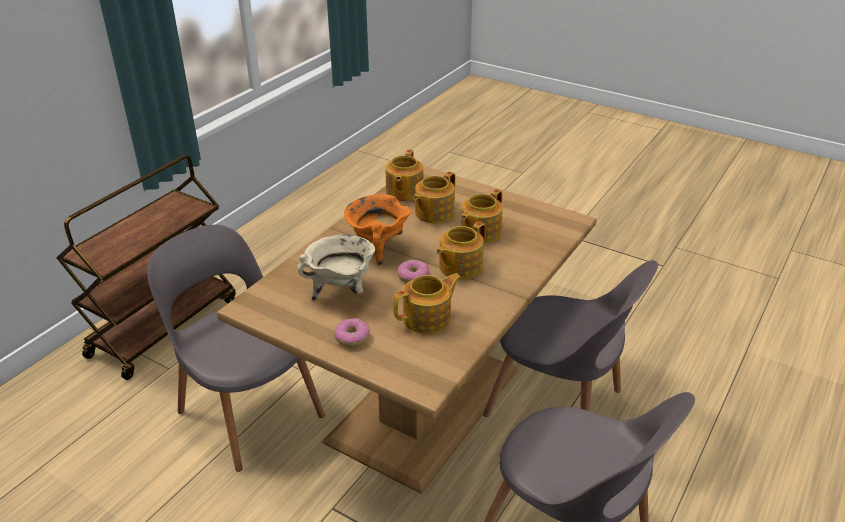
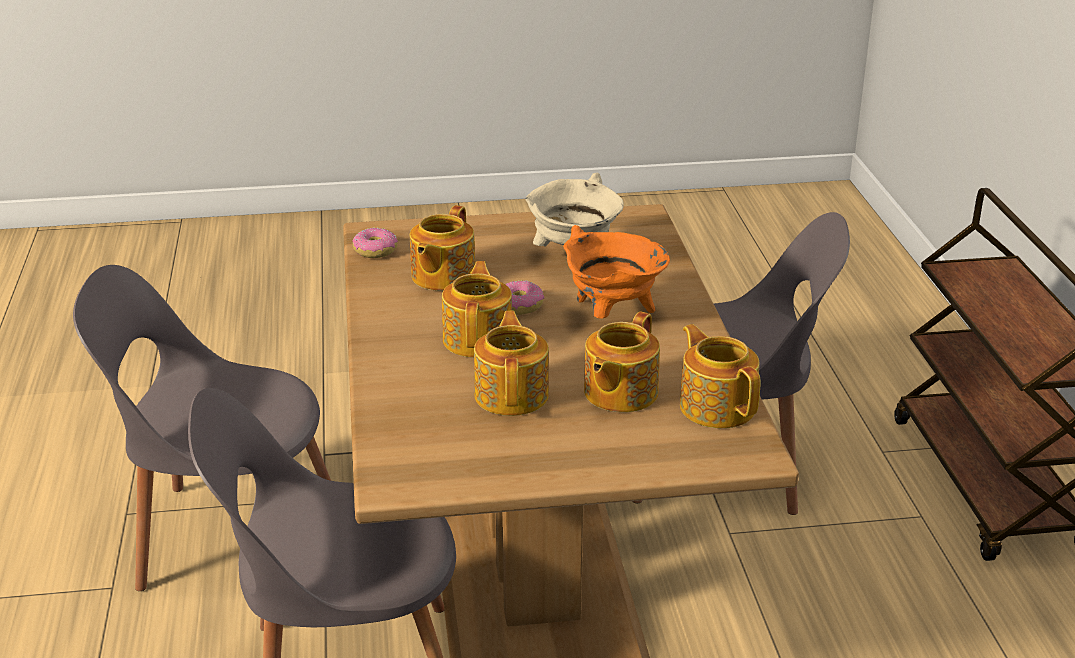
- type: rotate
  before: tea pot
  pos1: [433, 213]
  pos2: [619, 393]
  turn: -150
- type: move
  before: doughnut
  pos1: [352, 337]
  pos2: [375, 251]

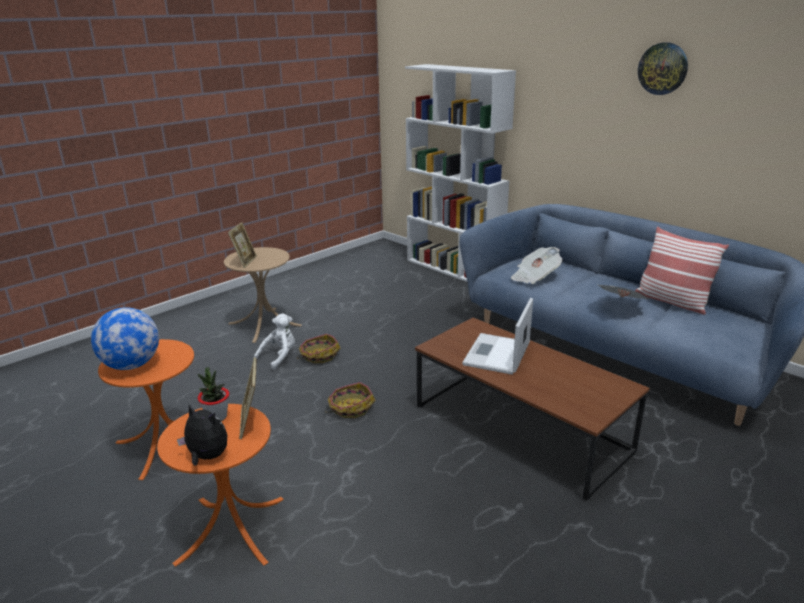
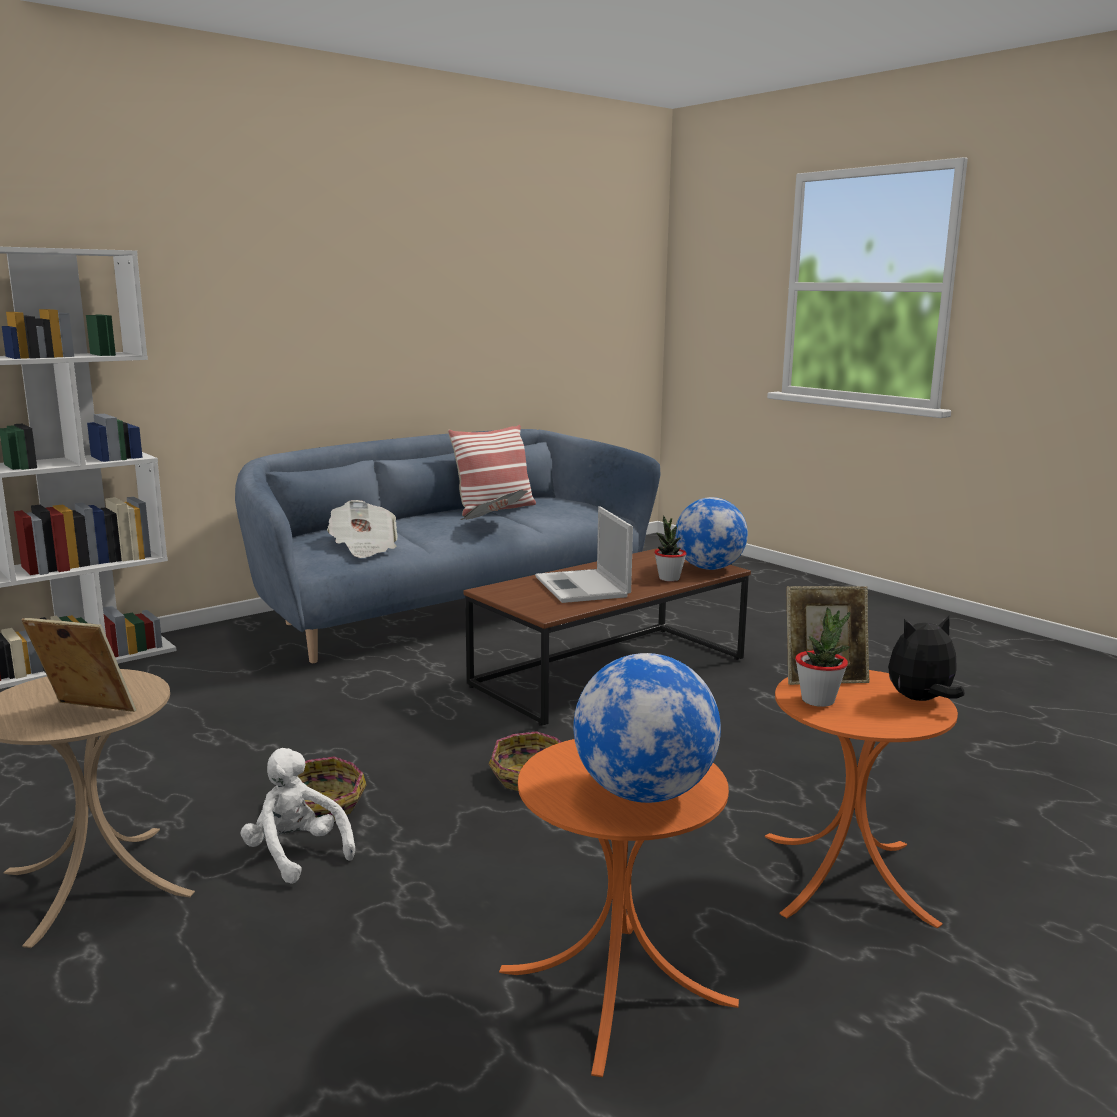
- type: delete
  before: clock on the wall
  pos1: [662, 68]
- type: rotate
  before: laptop
  pos1: [496, 355]
  pos2: [583, 587]
  turn: 45
- type: rotate
  before: cuddly toy
  pos1: [207, 457]
  pos2: [921, 700]
  turn: 45
- type: insert
  after: desk globe
  pos2: [709, 568]
- type: insert
  after: potted plant
  pos2: [669, 578]

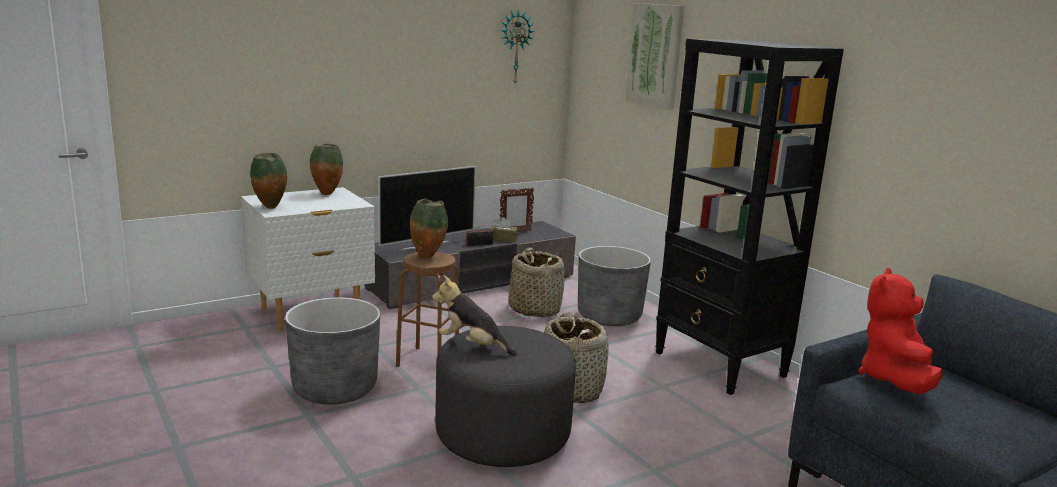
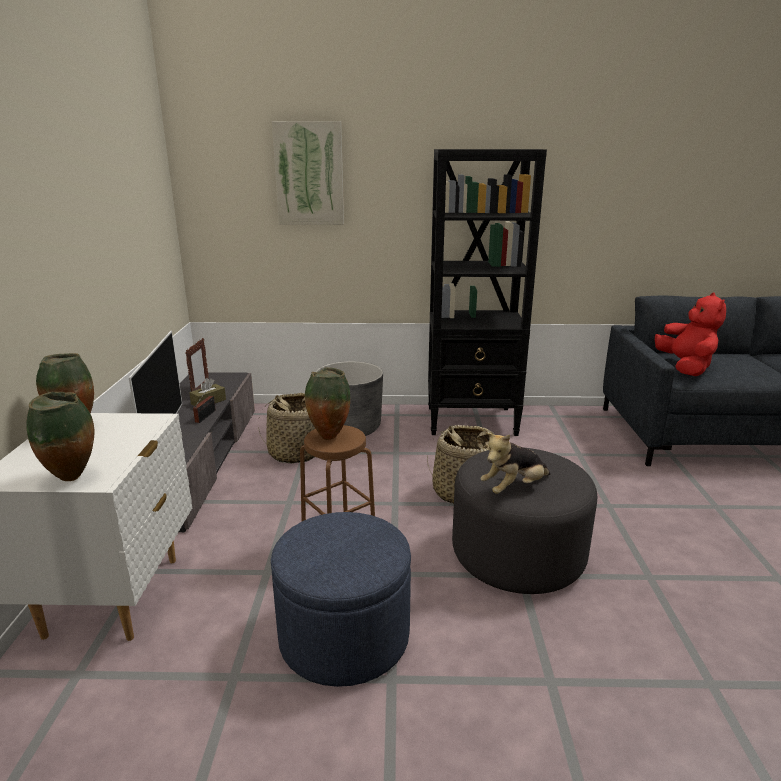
- type: delete
  before: clock on the wall
  pos1: [515, 47]
- type: rotate
  before: reddish cuddly toy
  pos1: [895, 381]
  pos2: [685, 367]
  turn: -150
- type: replace
  before: gray flower pot
  after: bluish ottoman
  pos1: [335, 389]
  pos2: [344, 636]

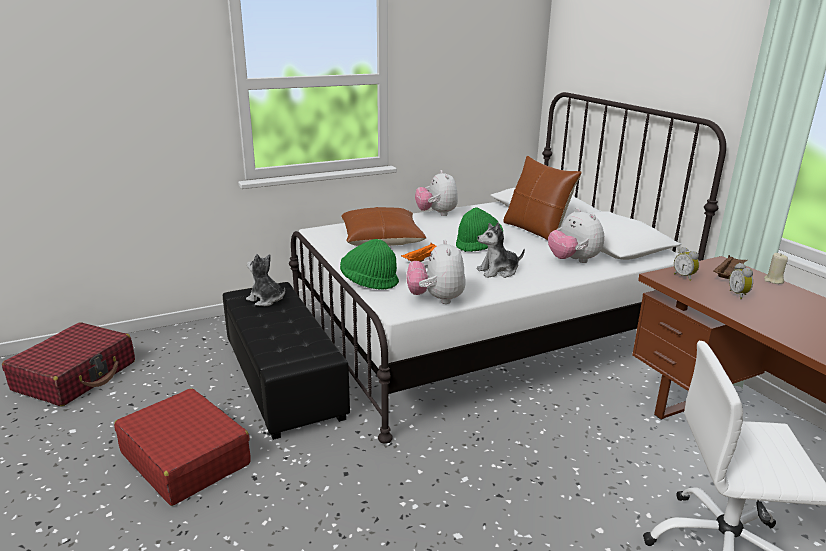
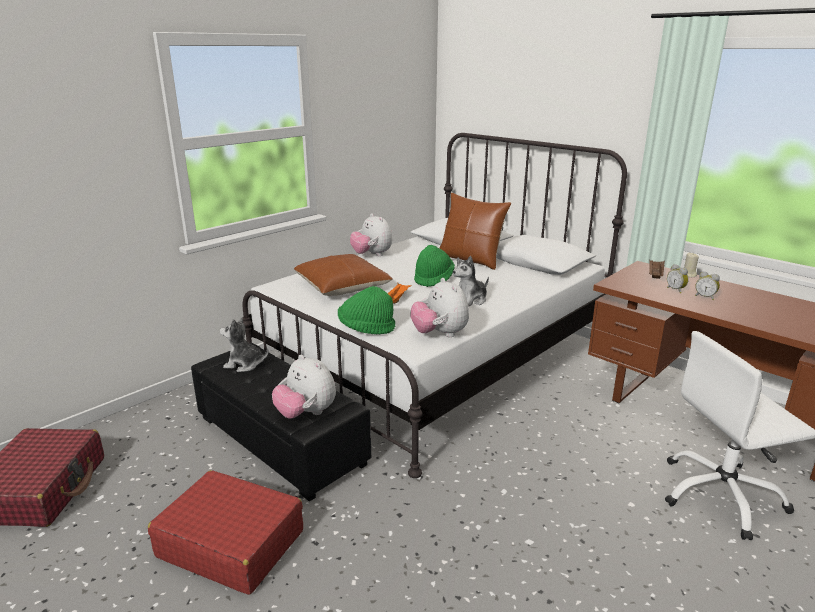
- type: move
  before: cuddly toy
  pos1: [573, 261]
  pos2: [306, 413]
- type: move
  before: alarm clock
  pos1: [684, 276]
  pos2: [705, 297]

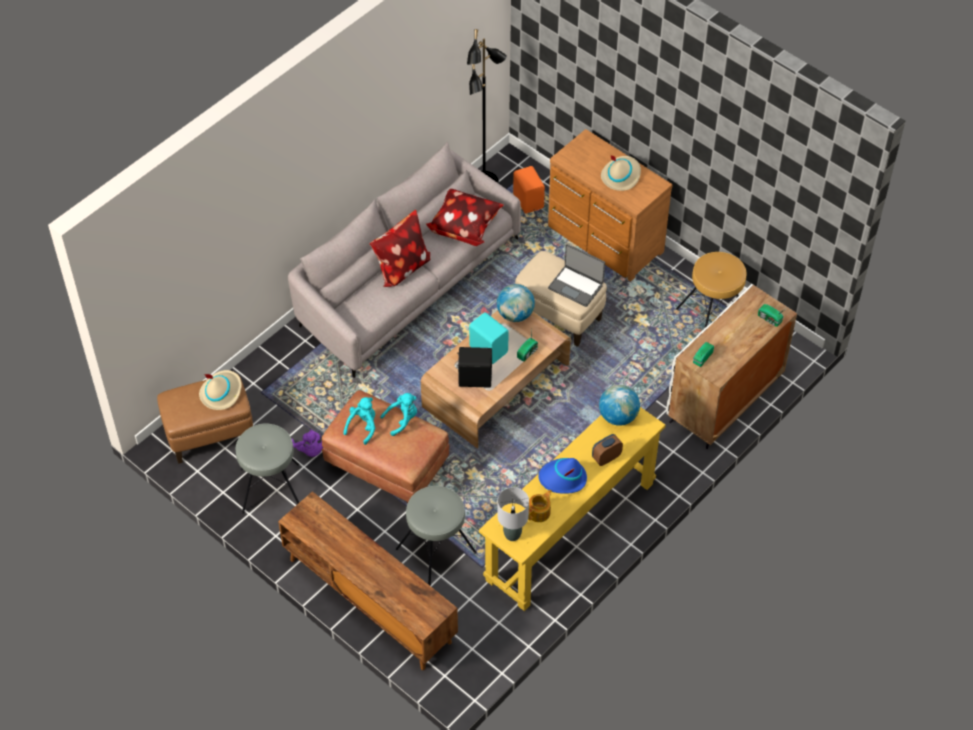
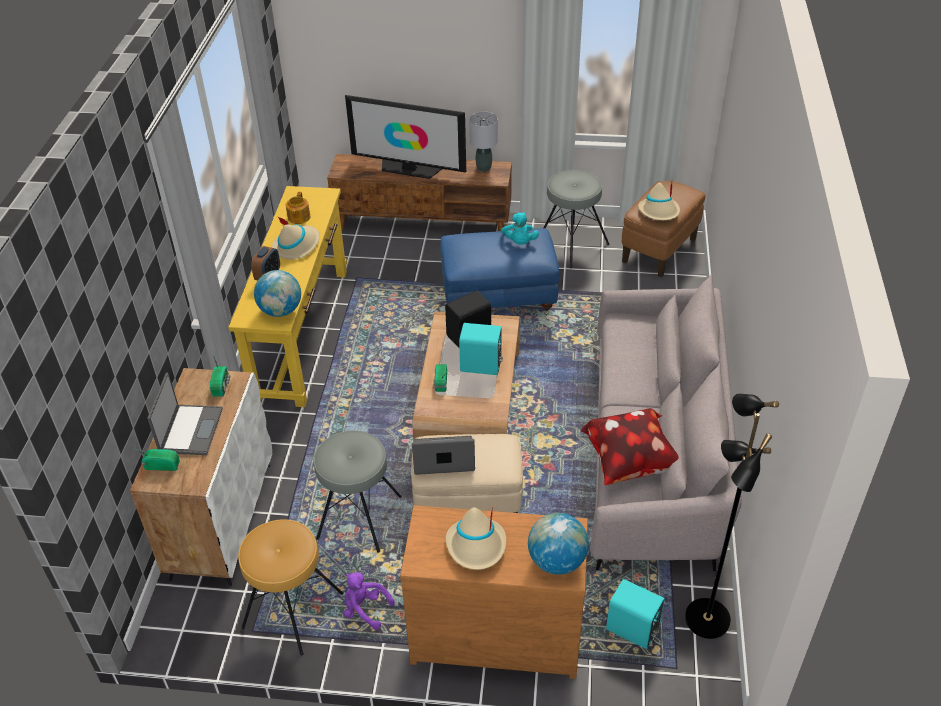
- type: recolor
  before: orange loudspeaker
  after: blue-green loudspeaker
  pos1: [529, 200]
  pos2: [632, 630]
- type: delete
  before: pillow
  pos1: [401, 268]
- type: move
  before: desk globe
  pos1: [515, 314]
  pos2: [556, 561]
- type: recolor
  before: brown ottoman
  after: bluish ottoman
  pos1: [386, 468]
  pos2: [499, 299]
- type: delete
  before: blue-green cuddly toy
  pos1: [402, 420]
- type: move
  before: purplish cuddly toy
  pos1: [310, 450]
  pos2: [365, 609]
- type: recolor
  before: bluish hat
  after: sand-coloured hat
  pos1: [562, 478]
  pos2: [297, 246]
- type: move
  before: gray stool seat
  pos1: [436, 551]
  pos2: [359, 517]
- type: move
  before: gray table lamp
  pos1: [512, 534]
  pos2: [484, 168]
- type: insert
  after: television
  pos2: [409, 169]
- type: insert
  after: laptop
  pos2: [190, 430]

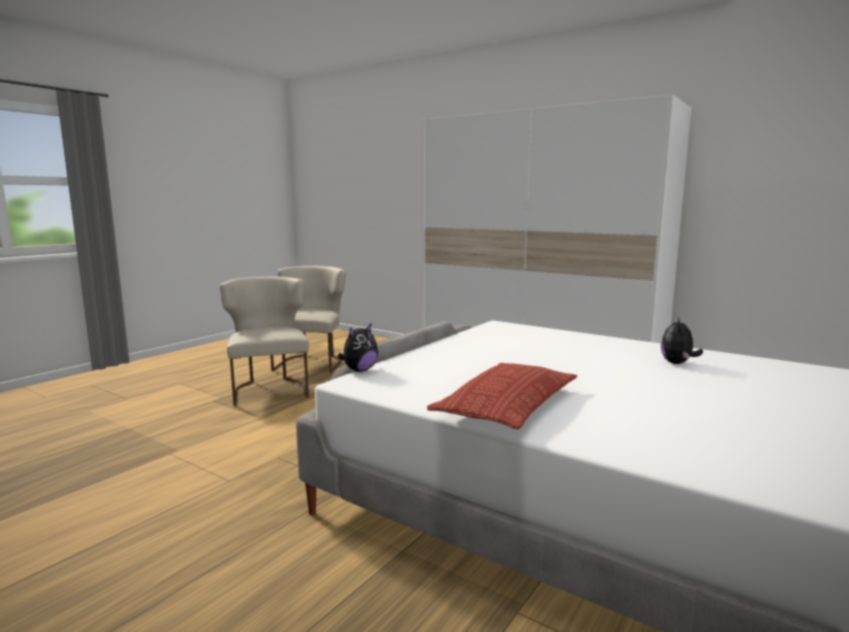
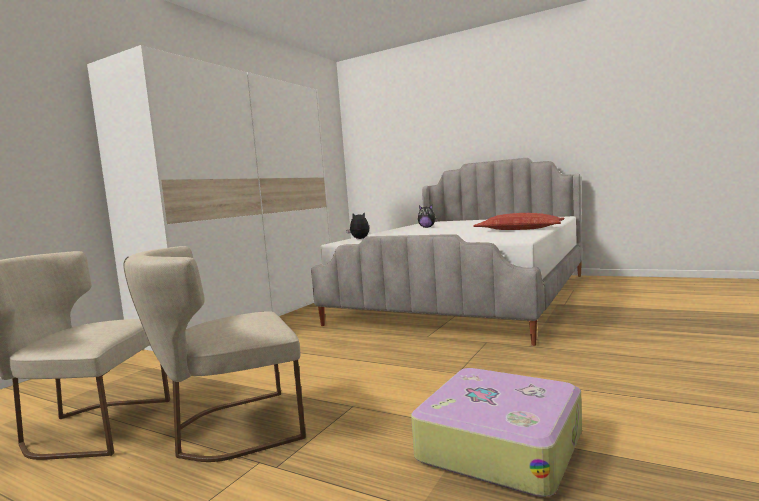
- type: move
  before: cuddly toy
  pos1: [359, 370]
  pos2: [359, 239]
- type: insert
  after: piece of luggage
  pos2: [499, 445]

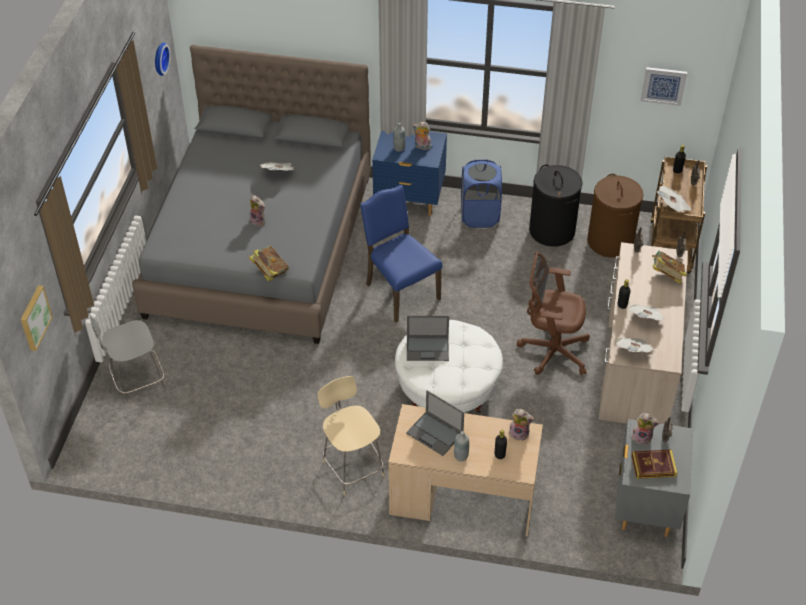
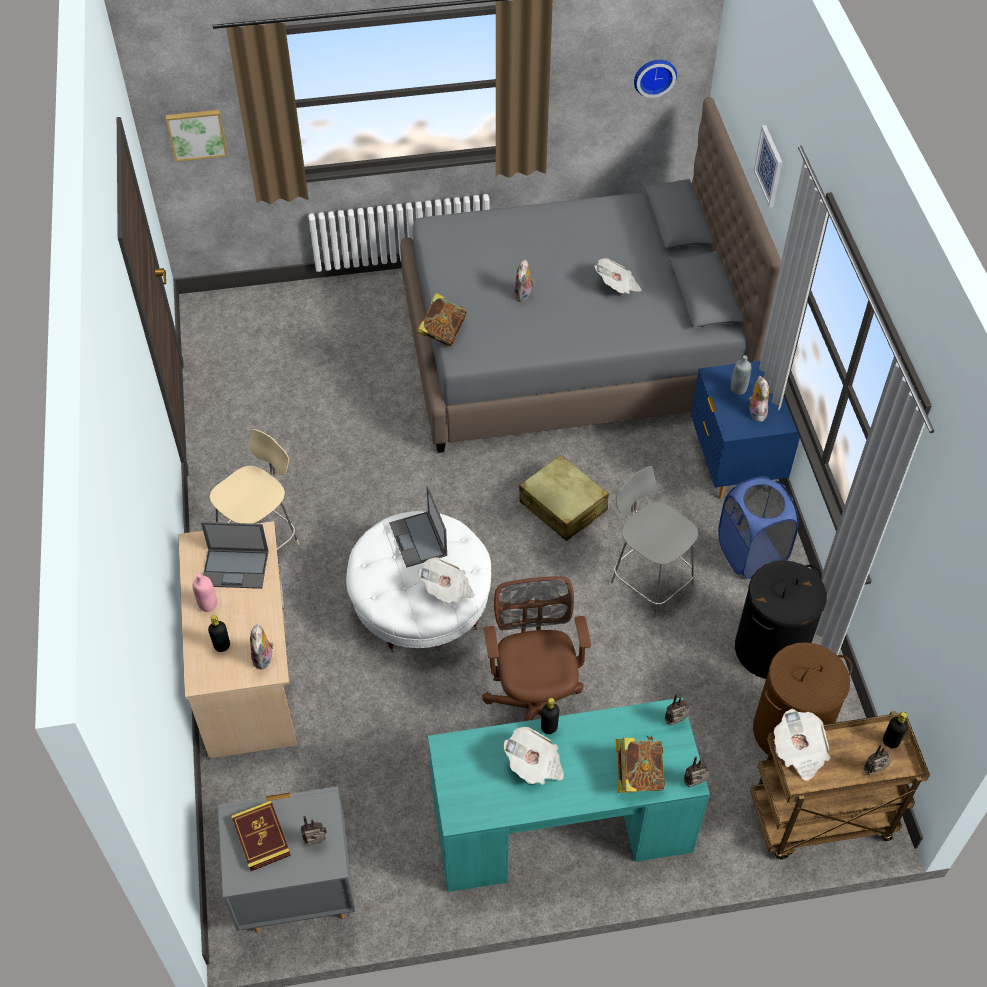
- type: move
  before: wall art
  pos1: [663, 85]
  pos2: [769, 166]
- type: replace
  before: bluish upright chair
  after: sand-coloured piece of luggage
  pos1: [400, 291]
  pos2: [563, 506]
- type: recolor
  before: sand-coloured desk unit
  after: blue-green desk unit
  pos1: [637, 362]
  pos2: [560, 823]
- type: move
  before: gray upright chair
  pos1: [136, 382]
  pos2: [650, 581]
- type: move
  before: printed paper
  pos1: [633, 351]
  pos2: [447, 589]
- type: rotate
  before: laptop
  pos1: [435, 434]
  pos2: [236, 568]
  turn: -105
- type: delete
  before: cuddly toy
  pos1: [642, 437]
- type: recolor
  before: gray beverage bottle
  after: pink beverage bottle
  pos1: [461, 456]
  pos2: [208, 604]

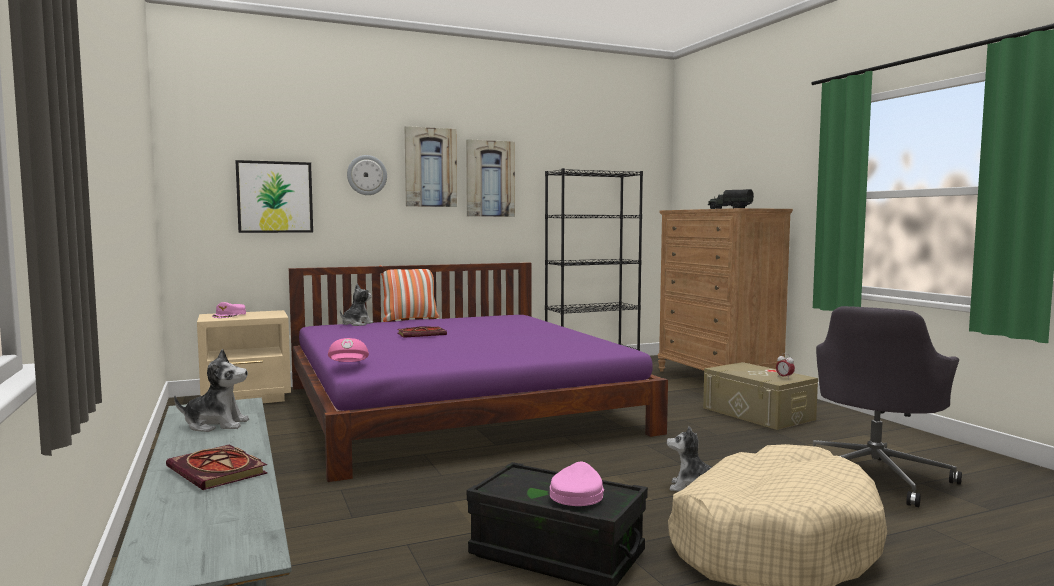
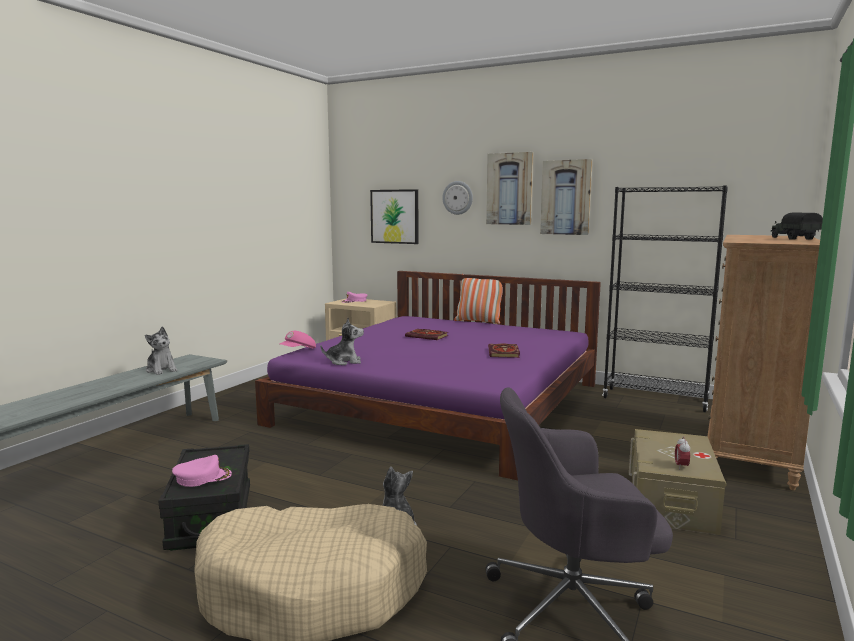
- type: move
  before: cuddly toy
  pos1: [356, 324]
  pos2: [344, 362]
- type: move
  before: volume
  pos1: [220, 471]
  pos2: [504, 353]

